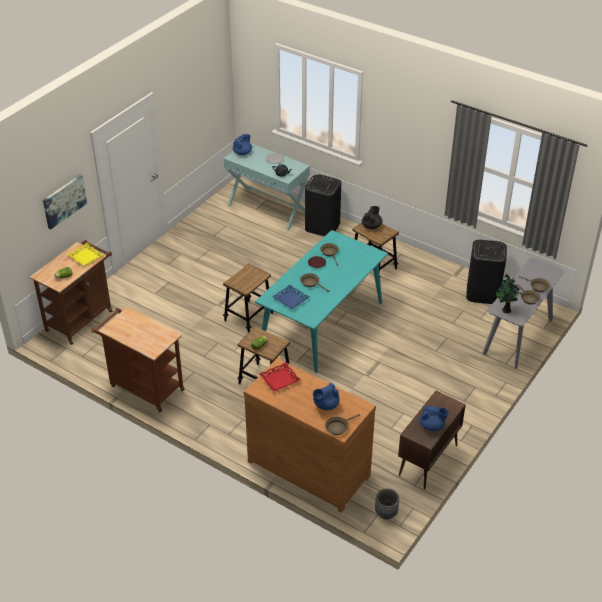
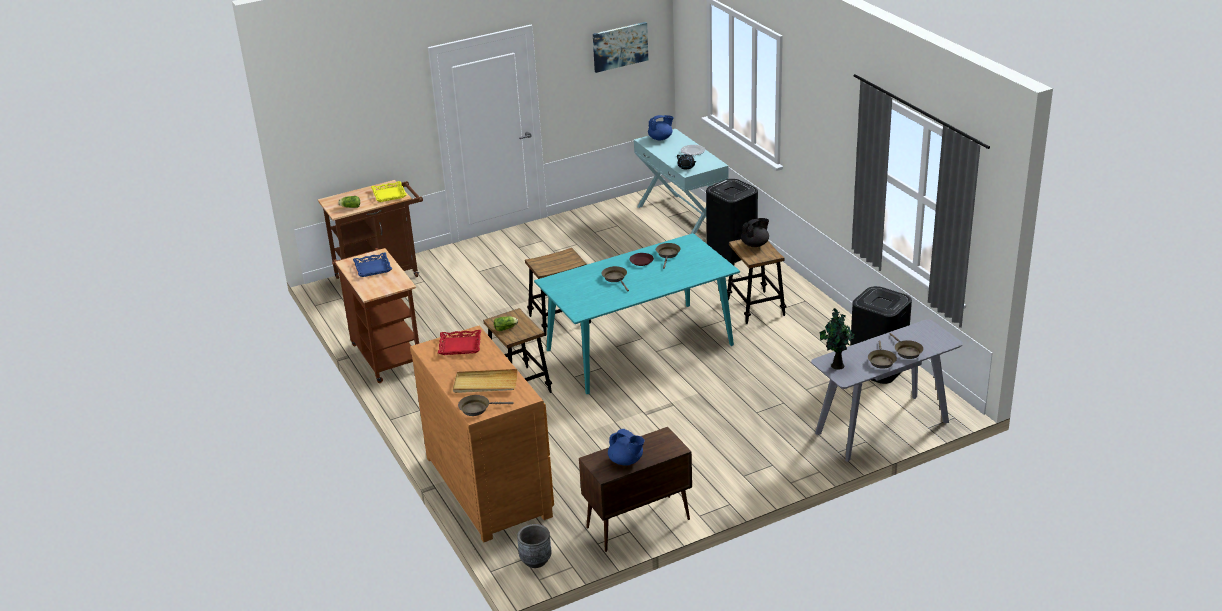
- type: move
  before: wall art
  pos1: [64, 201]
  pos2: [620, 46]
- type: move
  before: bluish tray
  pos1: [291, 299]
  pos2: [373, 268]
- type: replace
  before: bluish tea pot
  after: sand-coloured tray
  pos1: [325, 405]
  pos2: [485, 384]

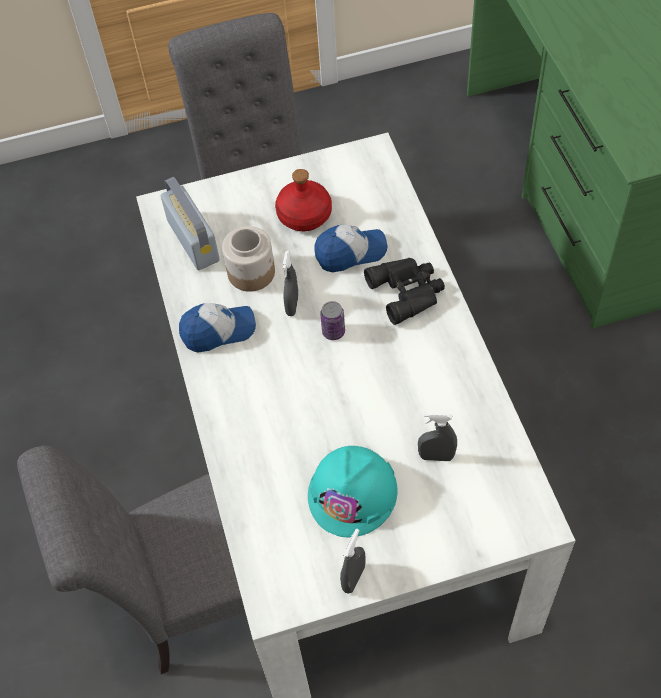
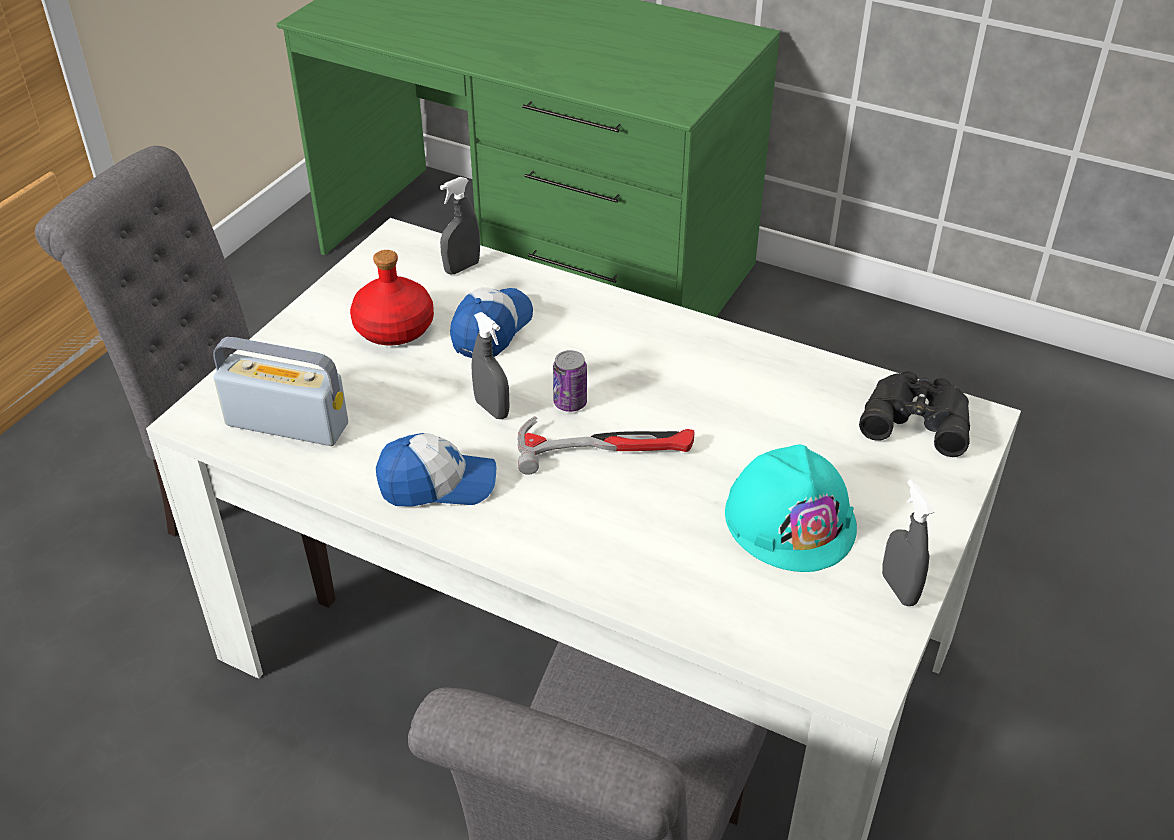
- type: delete
  before: storage jar
  pos1: [252, 272]
- type: move
  before: blackish field glasses
  pos1: [408, 291]
  pos2: [916, 417]
- type: rotate
  before: baseball cap
  pos1: [218, 331]
  pos2: [437, 484]
  turn: 60
- type: move
  before: gray spray bottle
  pos1: [436, 456]
  pos2: [462, 267]
- type: insert
  after: tool hammer
  pos2: [605, 447]

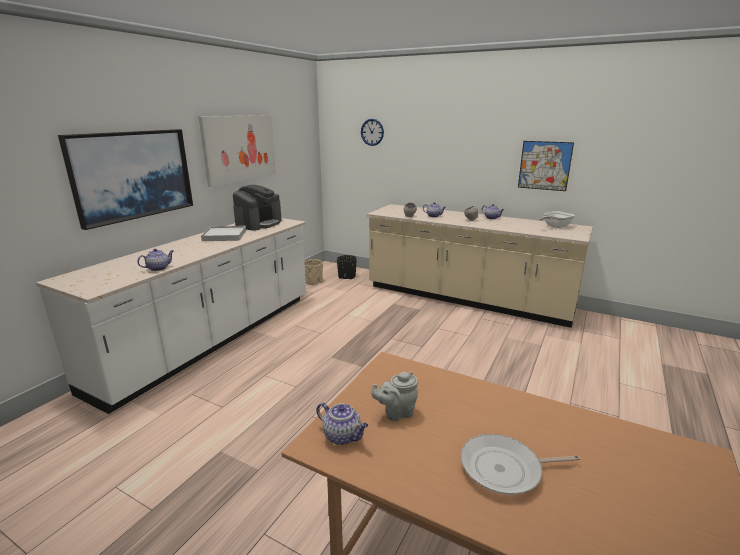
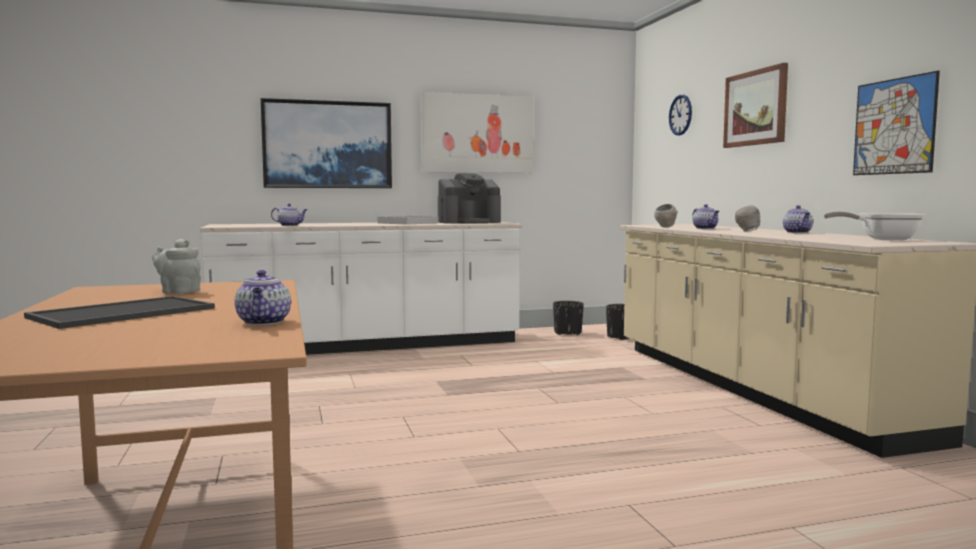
- type: recolor
  before: sand-coloured flower pot
  after: blackish flower pot
  pos1: [313, 281]
  pos2: [568, 333]
- type: move
  before: tea pot
  pos1: [343, 436]
  pos2: [264, 322]
- type: replace
  before: skillet
  after: tray
  pos1: [505, 469]
  pos2: [122, 313]
- type: insert
  after: wall art
  pos2: [755, 108]

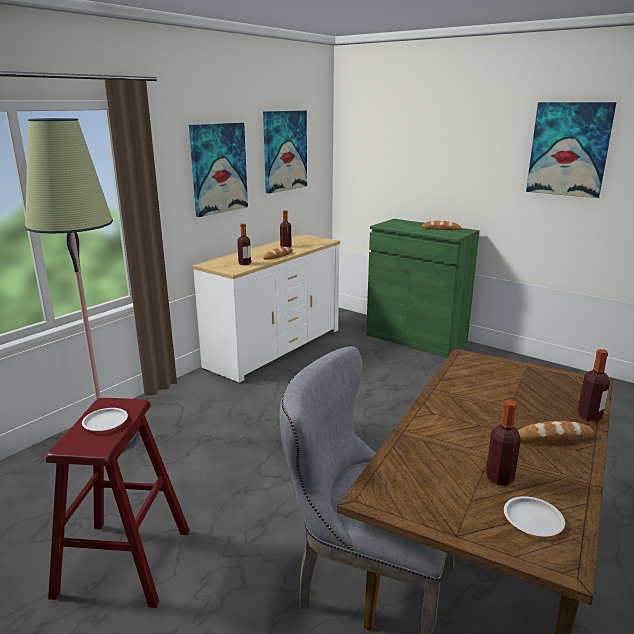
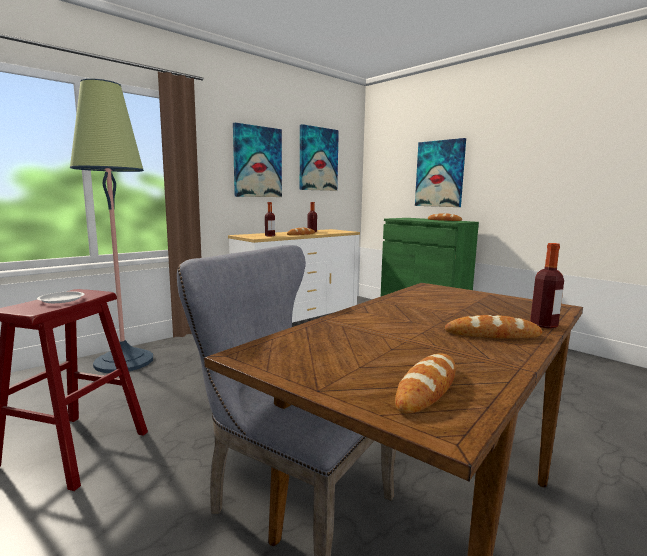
- type: move
  before: wall art
  pos1: [569, 149]
  pos2: [440, 174]
- type: delete
  before: beverage bottle
  pos1: [499, 478]
- type: replace
  before: whitish dinner plate
  after: baked bread
  pos1: [533, 520]
  pos2: [427, 388]

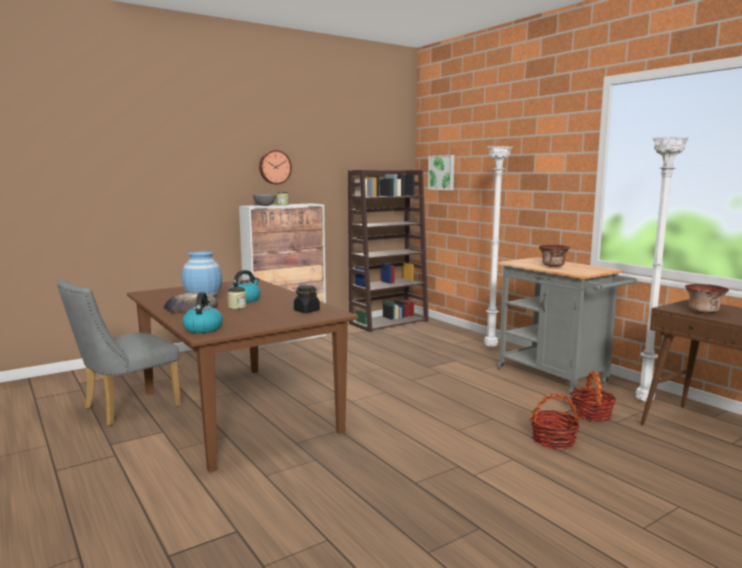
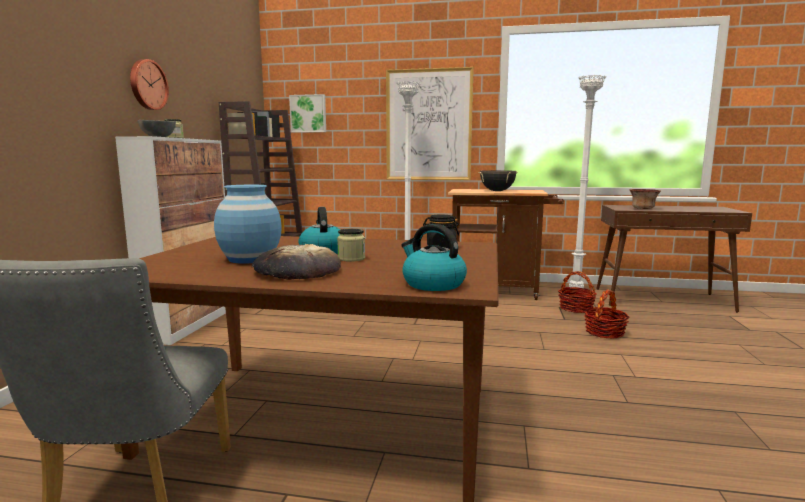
- type: replace
  before: bowl
  after: blackish cooking pot
  pos1: [553, 266]
  pos2: [497, 191]
- type: recolor
  before: gray trolley
  after: brown trolley
  pos1: [557, 377]
  pos2: [500, 291]
- type: insert
  after: wall art
  pos2: [428, 125]

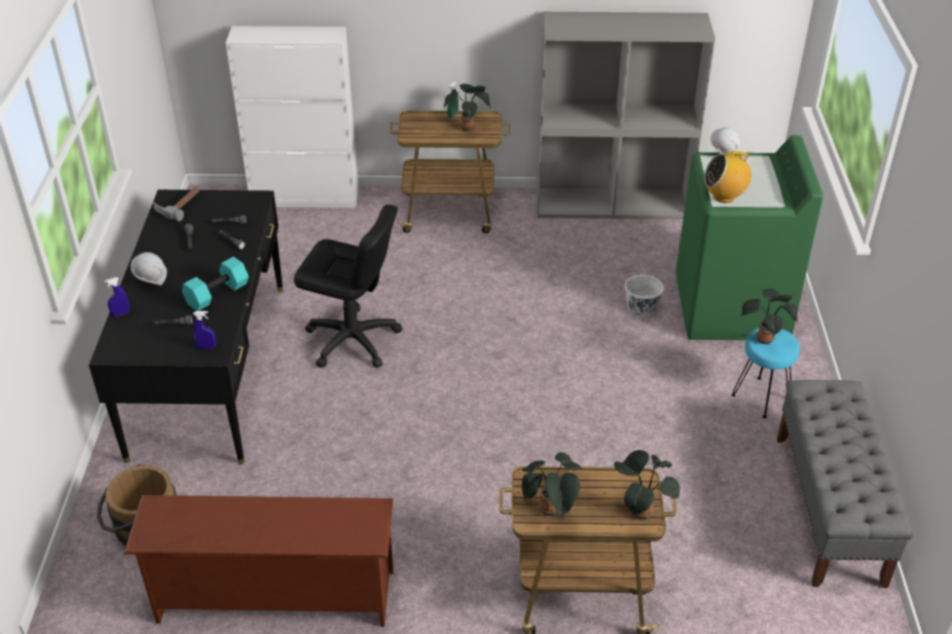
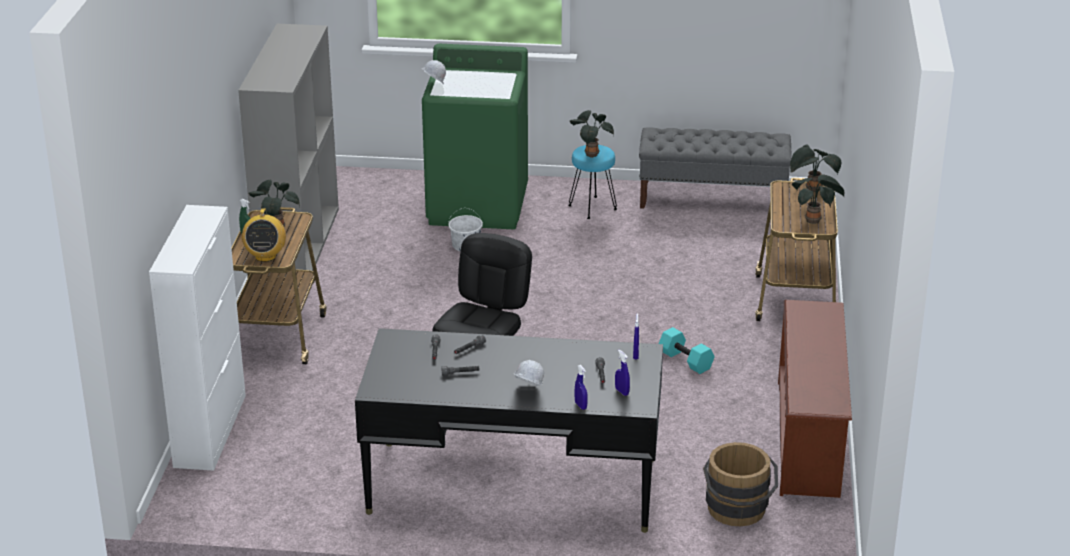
- type: move
  before: radio set
  pos1: [724, 196]
  pos2: [265, 256]
- type: delete
  before: tool hammer
  pos1: [178, 205]
- type: move
  before: blue-green hand weight
  pos1: [217, 295]
  pos2: [686, 360]
- type: insert
  after: bluish spray bottle
  pos2: [622, 392]

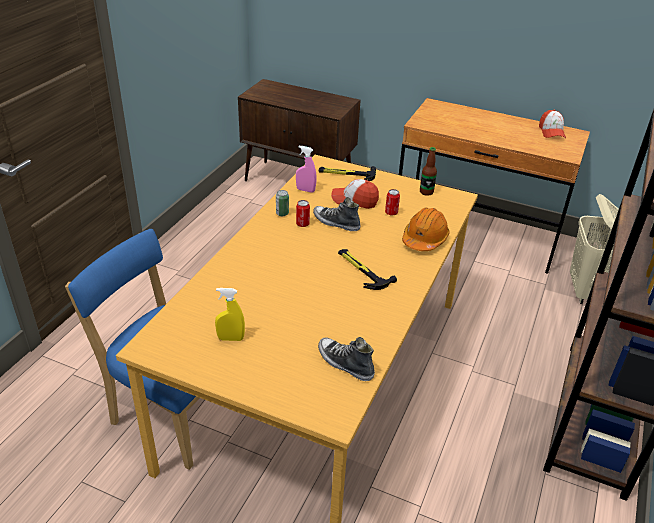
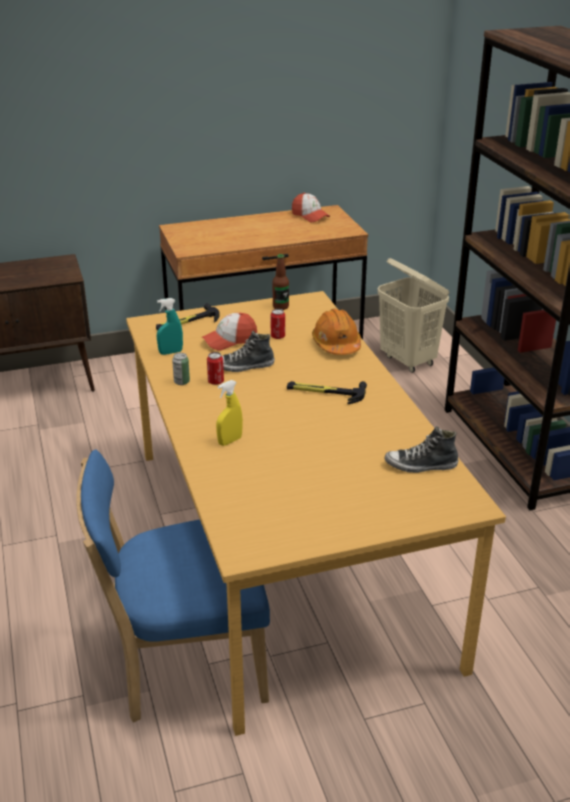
- type: recolor
  before: pink spray bottle
  after: blue-green spray bottle
  pos1: [305, 190]
  pos2: [170, 352]
- type: move
  before: yellowish spray bottle
  pos1: [230, 338]
  pos2: [230, 441]

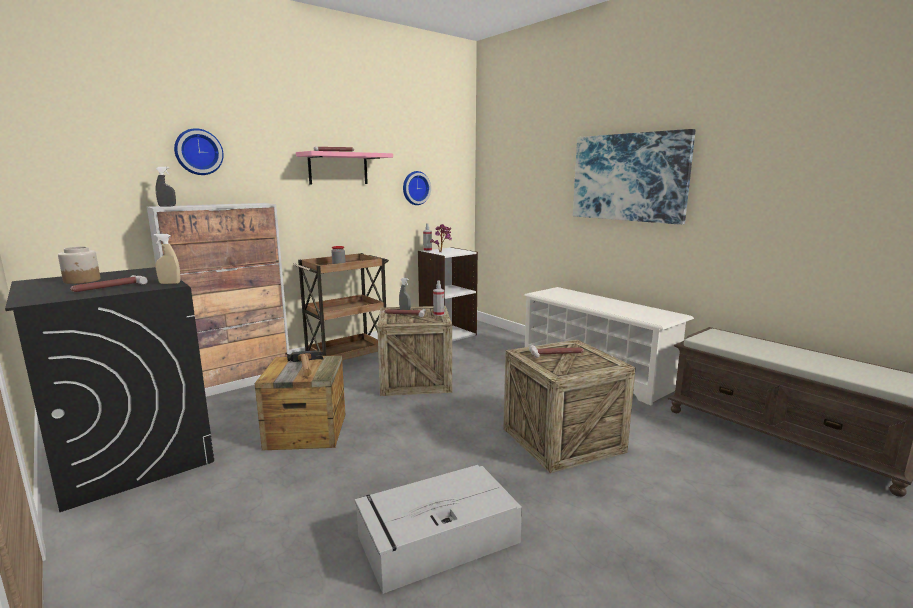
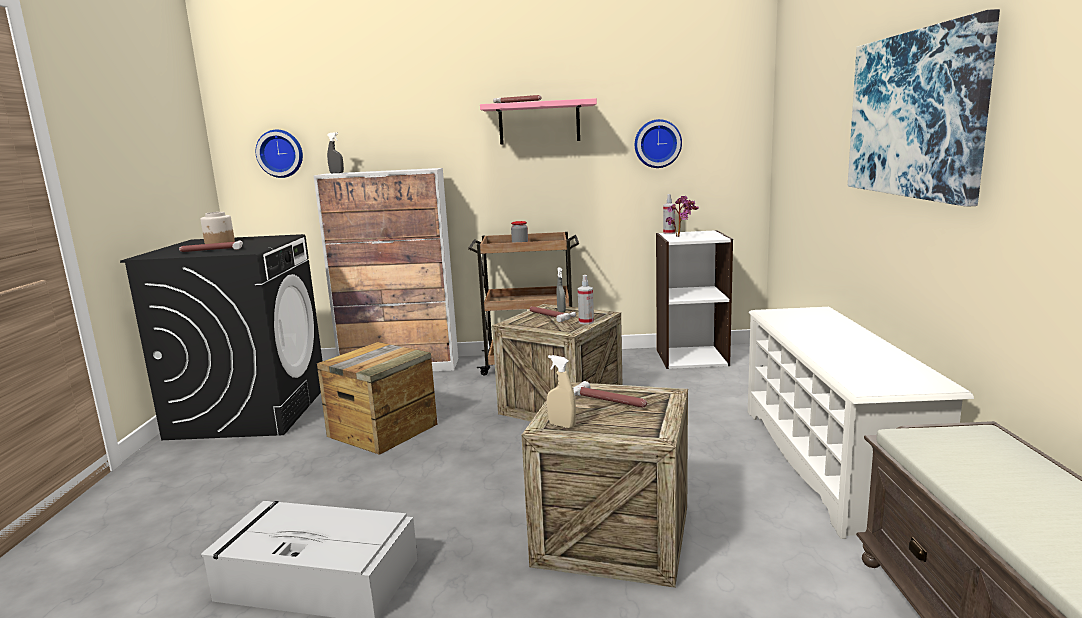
- type: move
  before: clock on the wall
  pos1: [198, 152]
  pos2: [280, 153]
- type: move
  before: sand-coloured spray bottle
  pos1: [169, 283]
  pos2: [562, 425]
- type: delete
  before: tool hammer
  pos1: [306, 367]

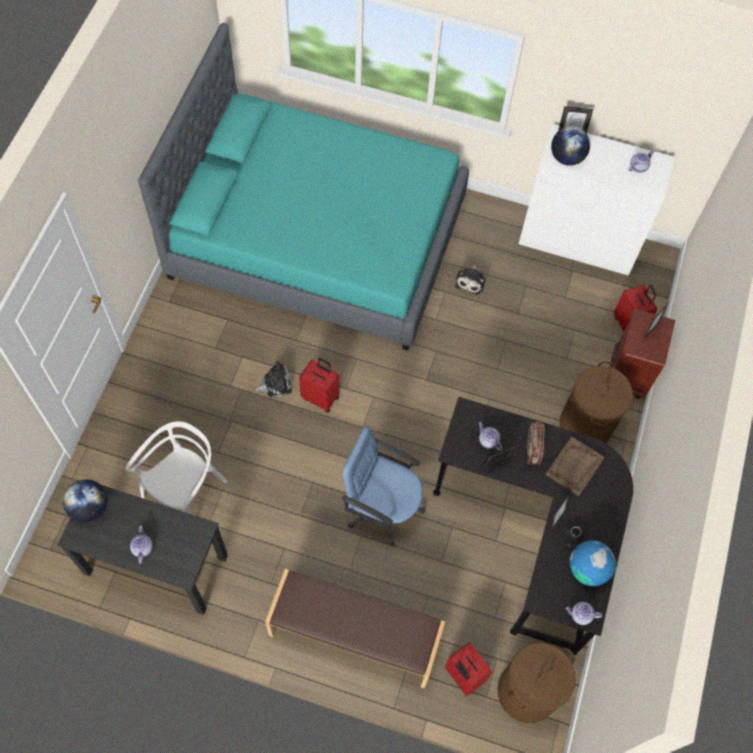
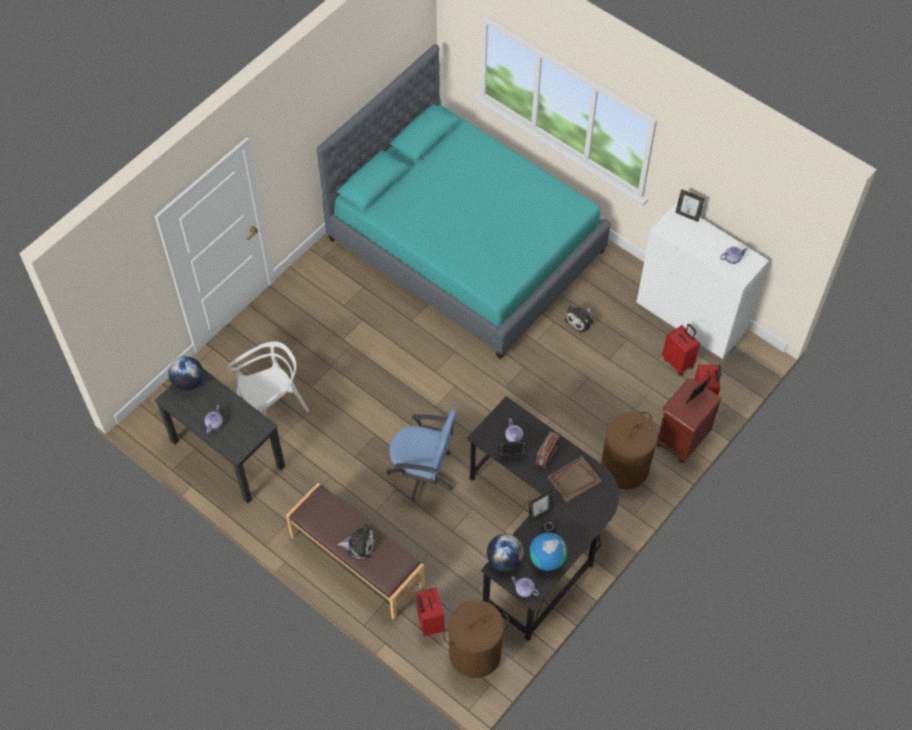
- type: move
  before: desk globe
  pos1: [566, 158]
  pos2: [504, 560]
- type: move
  before: reddish piece of luggage
  pos1: [321, 397]
  pos2: [678, 362]
- type: move
  before: cuddly toy
  pos1: [275, 383]
  pos2: [359, 544]
- type: rotate
  before: bluish office chair
  pos1: [382, 506]
  pos2: [423, 473]
  turn: 150

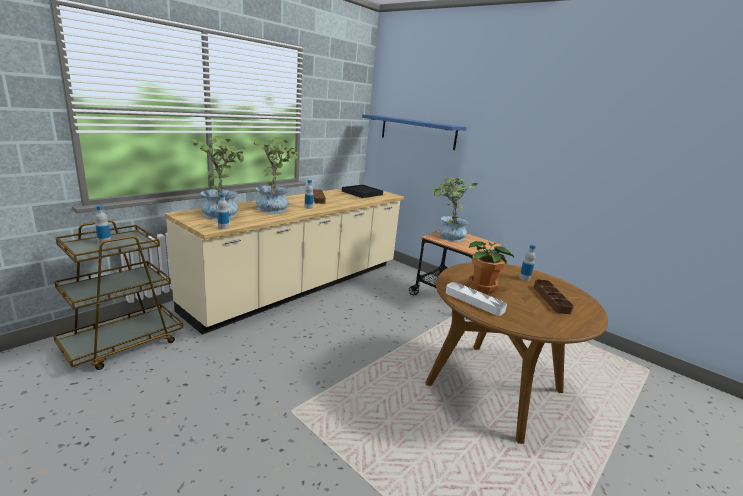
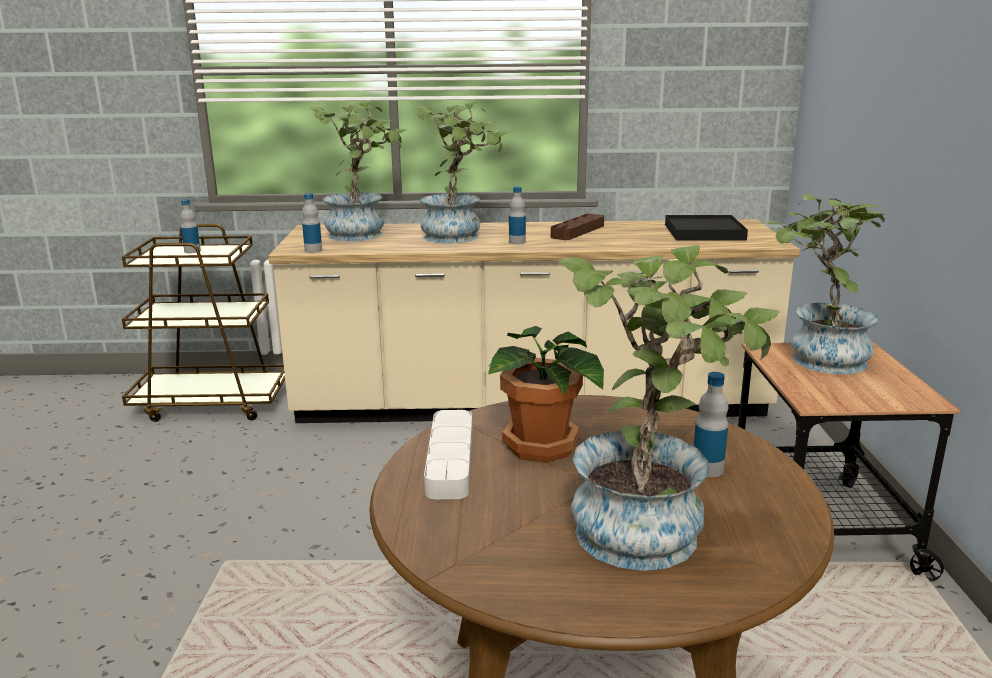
- type: delete
  before: bluish wall shelf
  pos1: [417, 132]
- type: replace
  before: brown tray
  after: potted plant
  pos1: [551, 299]
  pos2: [651, 527]

